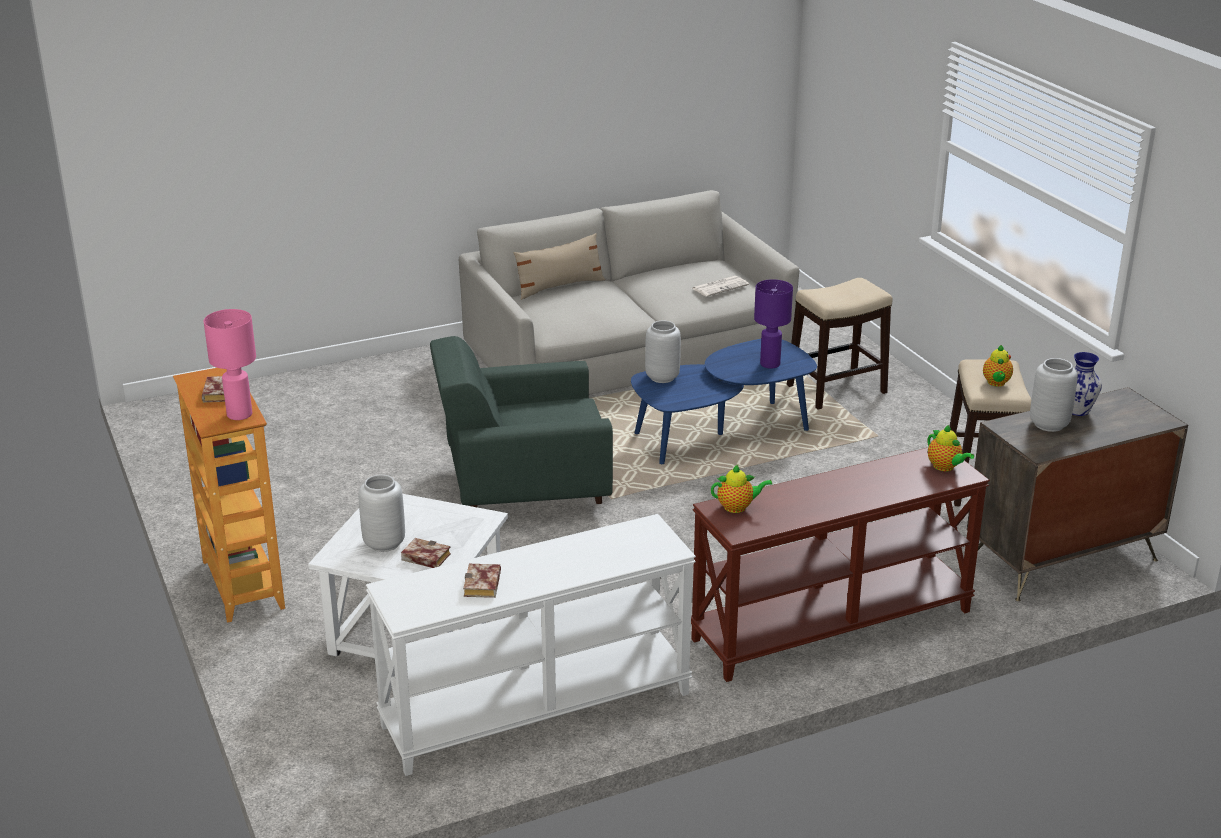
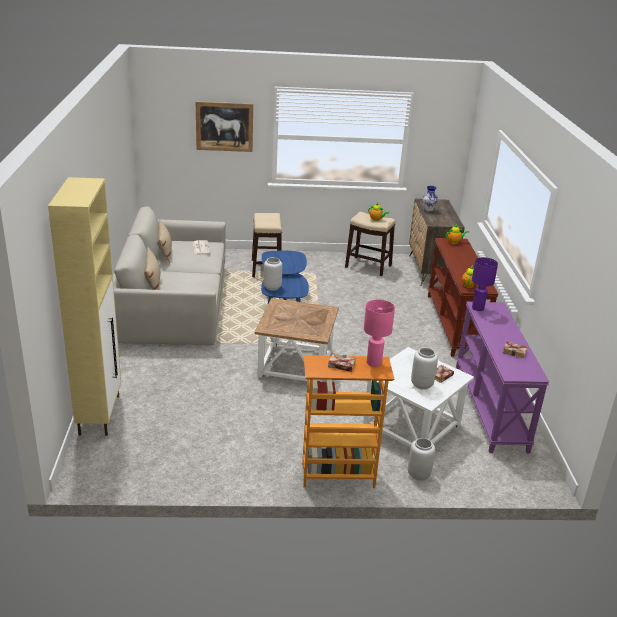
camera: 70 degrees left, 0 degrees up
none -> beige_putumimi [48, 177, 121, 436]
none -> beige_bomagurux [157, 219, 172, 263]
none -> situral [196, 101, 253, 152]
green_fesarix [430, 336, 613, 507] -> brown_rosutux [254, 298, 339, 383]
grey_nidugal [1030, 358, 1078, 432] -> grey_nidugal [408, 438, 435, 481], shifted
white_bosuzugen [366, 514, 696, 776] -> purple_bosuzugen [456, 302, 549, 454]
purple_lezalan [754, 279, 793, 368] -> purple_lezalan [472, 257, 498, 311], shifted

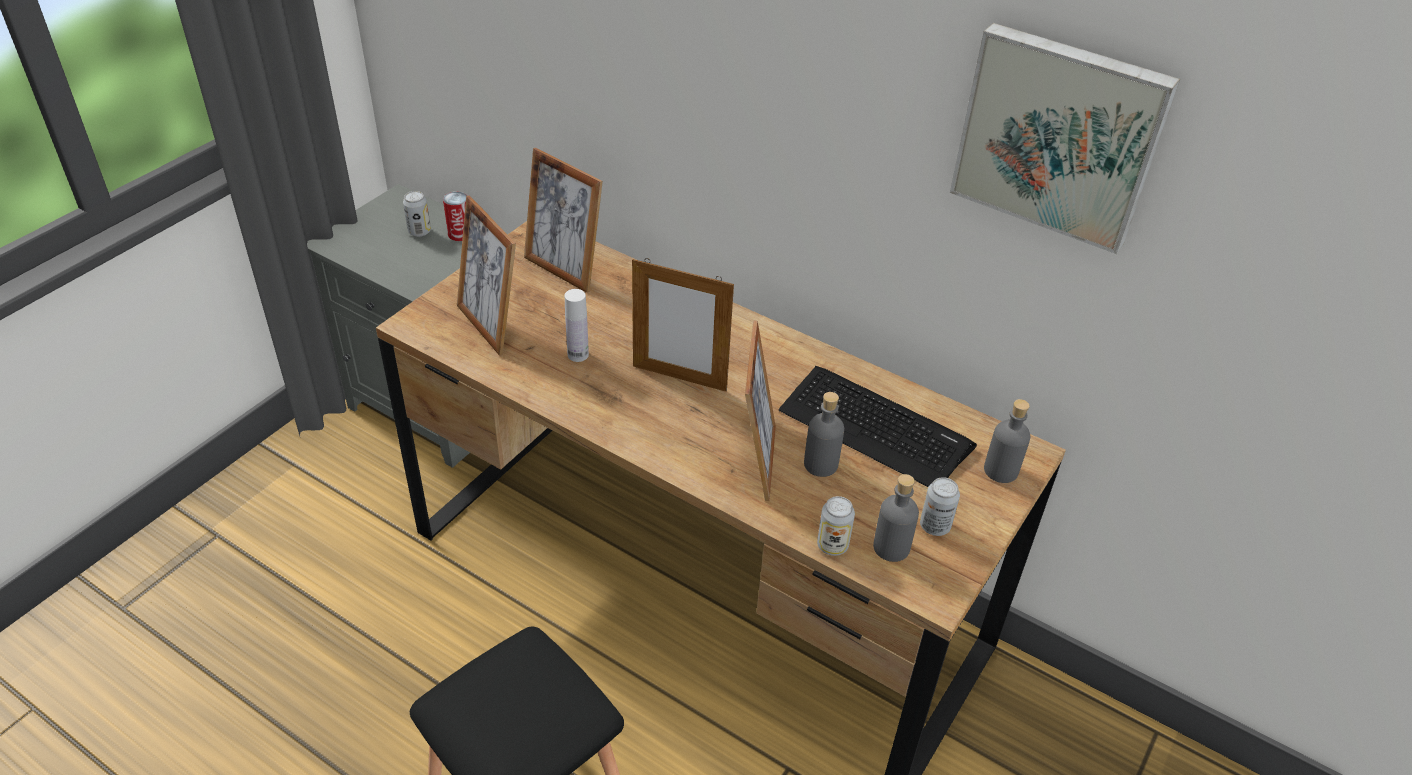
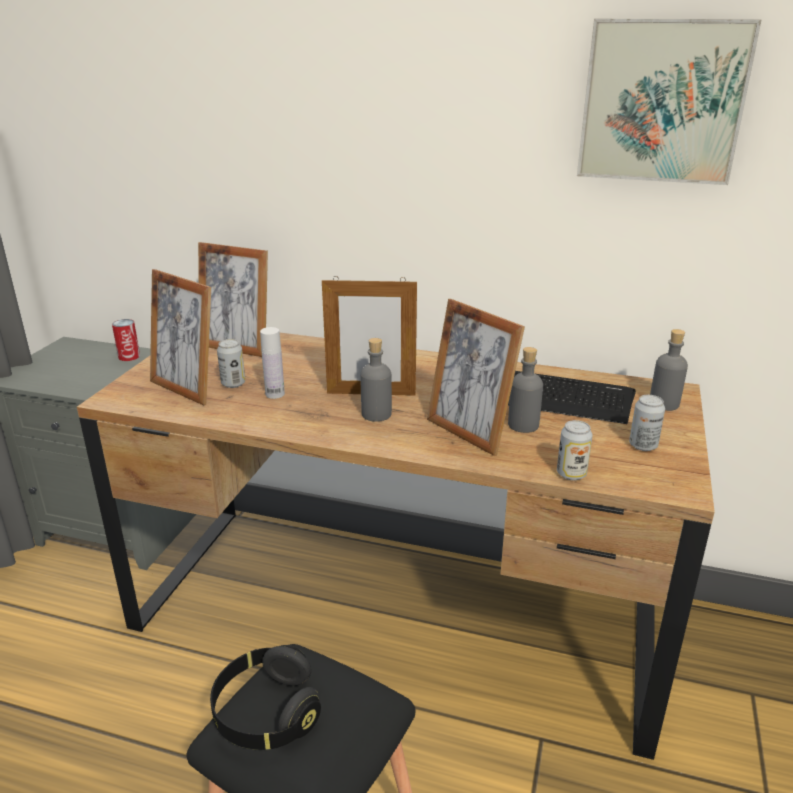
camera: 15 degrees left, 15 degrees down
none -> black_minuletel [210, 645, 321, 750]
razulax [403, 191, 431, 237] -> razulax [217, 339, 245, 388], shifted
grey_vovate [873, 474, 919, 562] -> grey_vovate [360, 338, 392, 422], shifted
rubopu [745, 321, 776, 501] -> rubopu [427, 299, 525, 456], 150 degrees clockwise

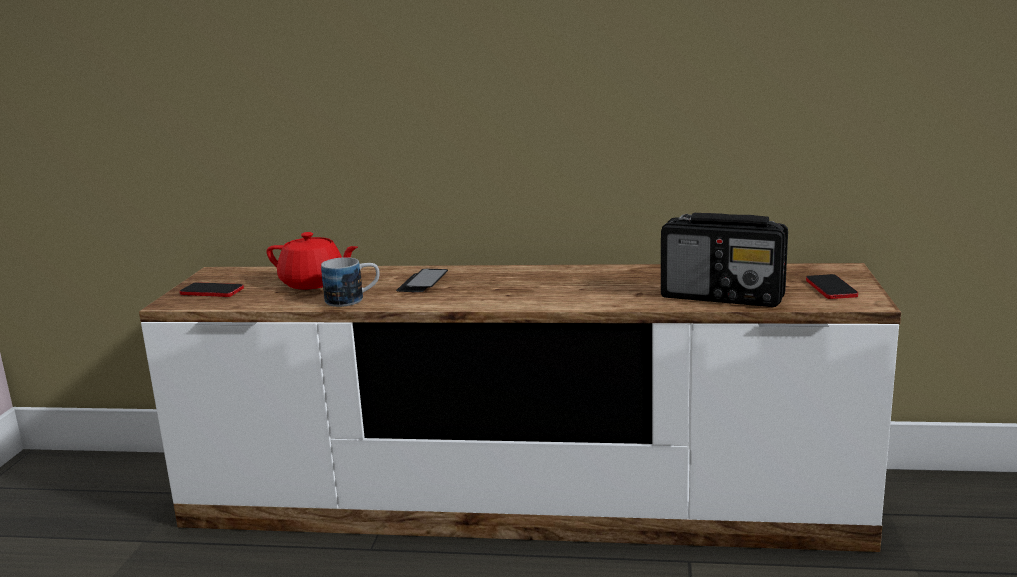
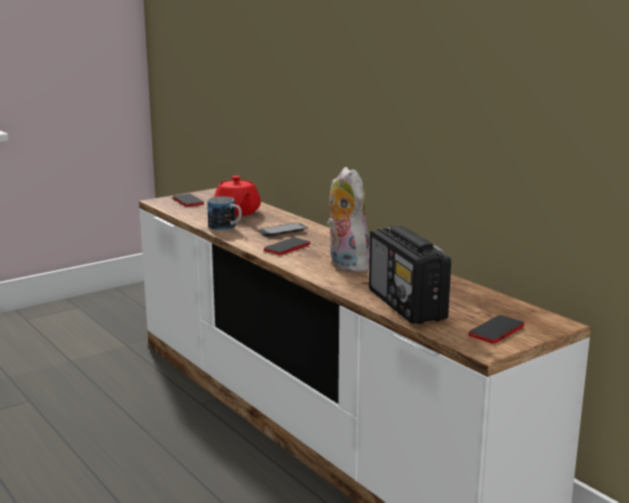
camera: 45 degrees right, 0 degrees up
none -> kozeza [264, 237, 310, 255]
none -> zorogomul [326, 167, 370, 272]

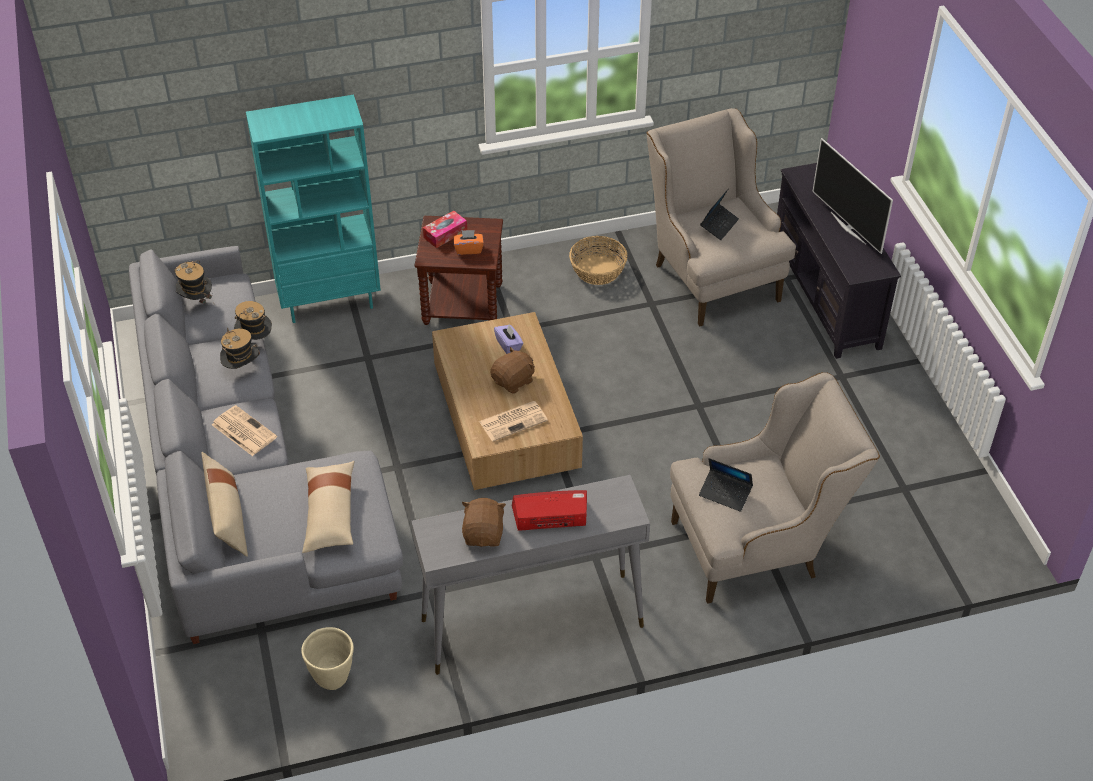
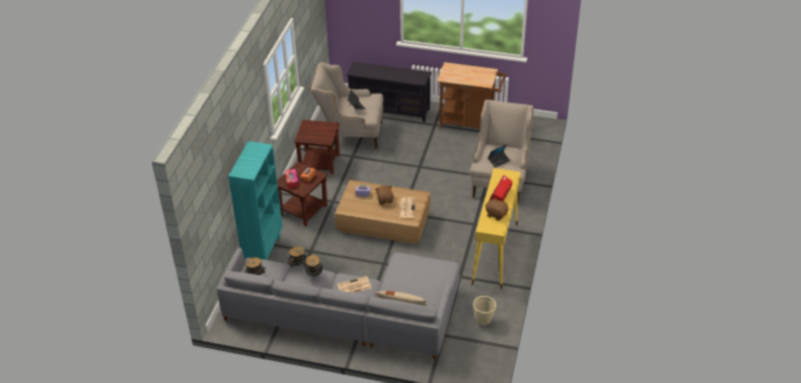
camera: 60 degrees left, 5 degrees down
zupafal [569, 236, 627, 285] -> brown_rosutux [294, 120, 340, 175]
none -> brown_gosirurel [437, 62, 506, 129]
grey_bosuzugen [411, 475, 650, 675] -> yellow_bosuzugen [472, 168, 521, 290]
beige_bomagurux [302, 461, 354, 553] -> none
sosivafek [812, 138, 893, 254] -> none

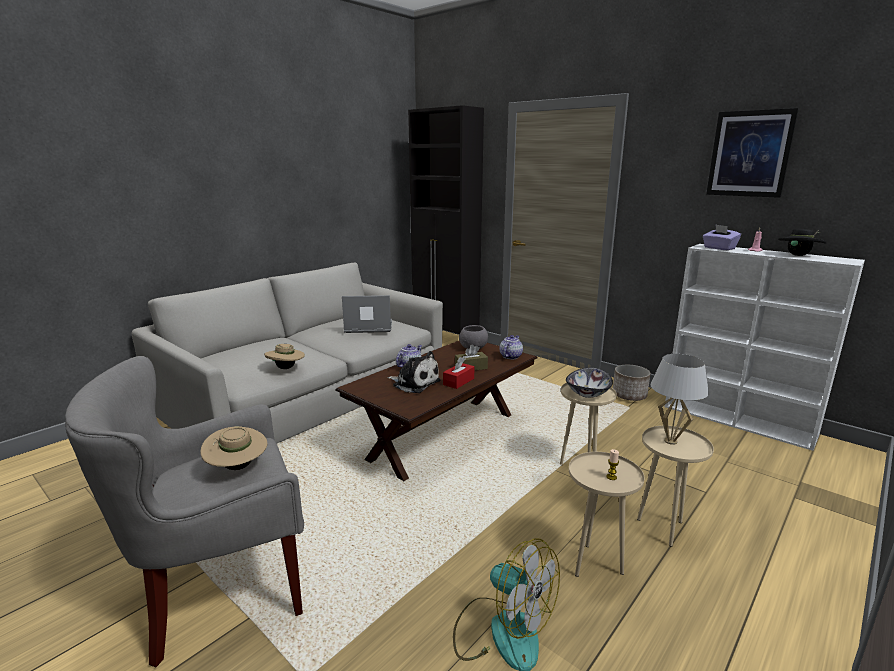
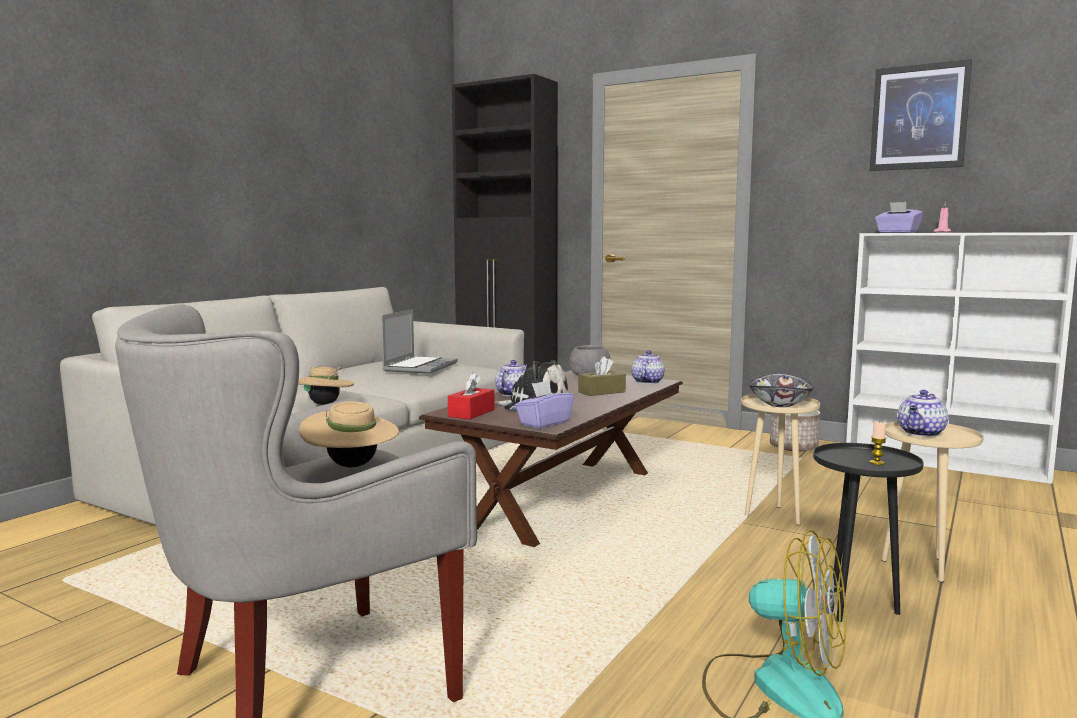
camera: 10 degrees left, 10 degrees down
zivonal [342, 295, 392, 333] -> zivonal [381, 309, 458, 374], 120 degrees clockwise
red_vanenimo [443, 357, 474, 389] -> red_vanenimo [448, 373, 494, 419], shifted
none -> purple_vanenimo [515, 380, 574, 429]
beige_rosutux [569, 452, 644, 577] -> black_rosutux [813, 443, 924, 622]
white_lezalan [651, 354, 709, 445] -> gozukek [898, 390, 948, 437]
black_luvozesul [778, 229, 827, 256] -> none

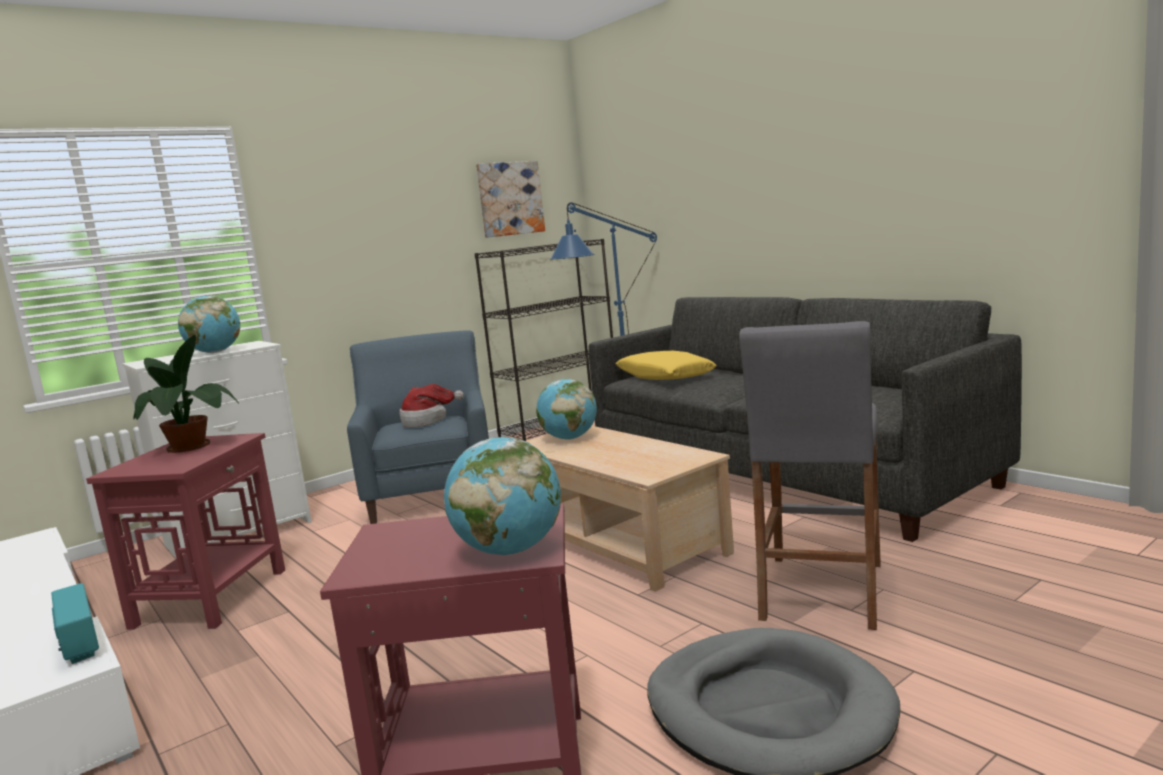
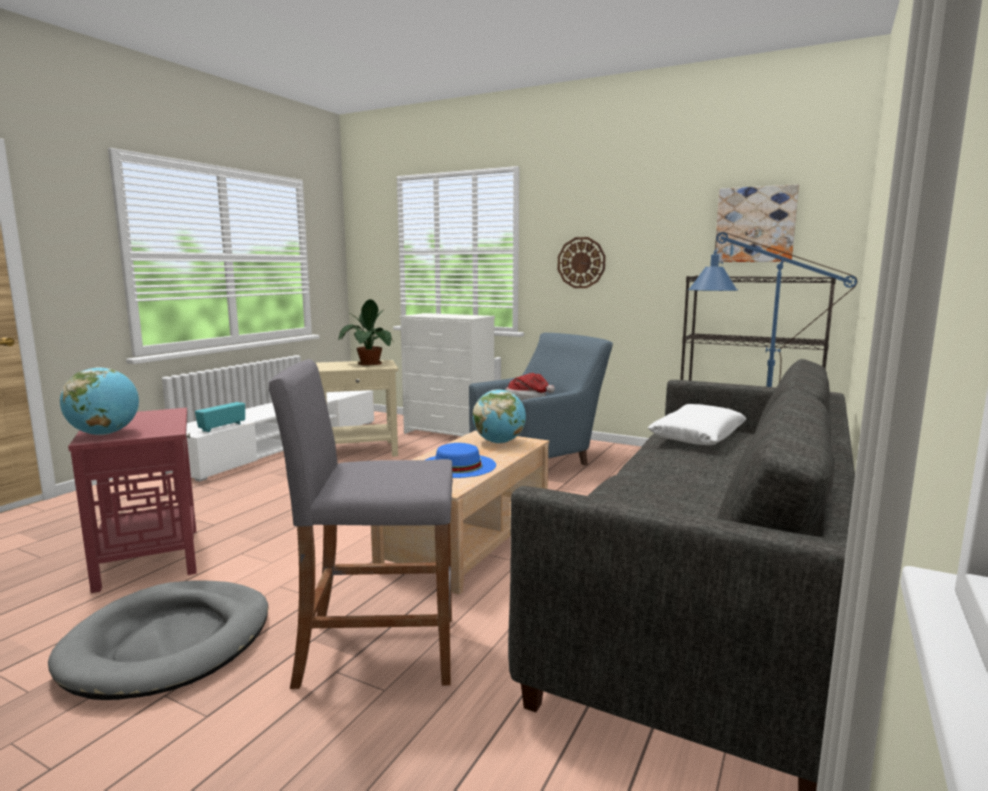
camera: 65 degrees right, 0 degrees up
red_rosutux [86, 433, 285, 630] -> beige_rosutux [316, 360, 398, 457]
none -> blue_luvozesul [425, 443, 496, 478]
none -> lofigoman [558, 237, 606, 288]
yellow_bomagurux [616, 351, 717, 380] -> white_bomagurux [648, 404, 746, 445]
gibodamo [178, 296, 240, 353] -> none

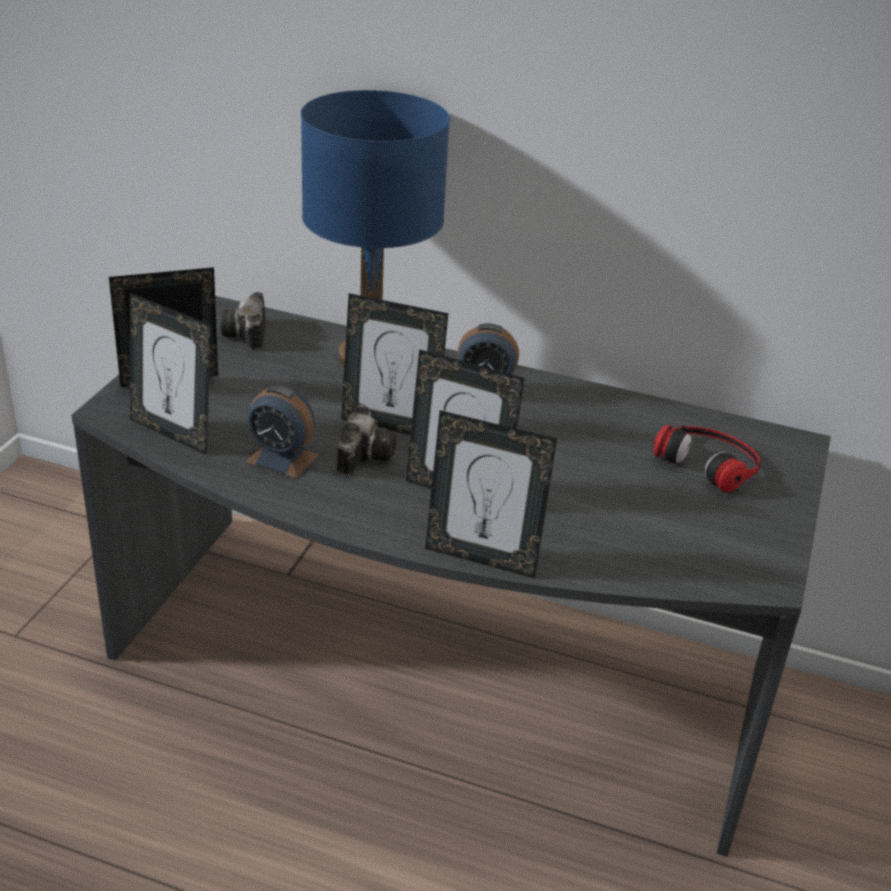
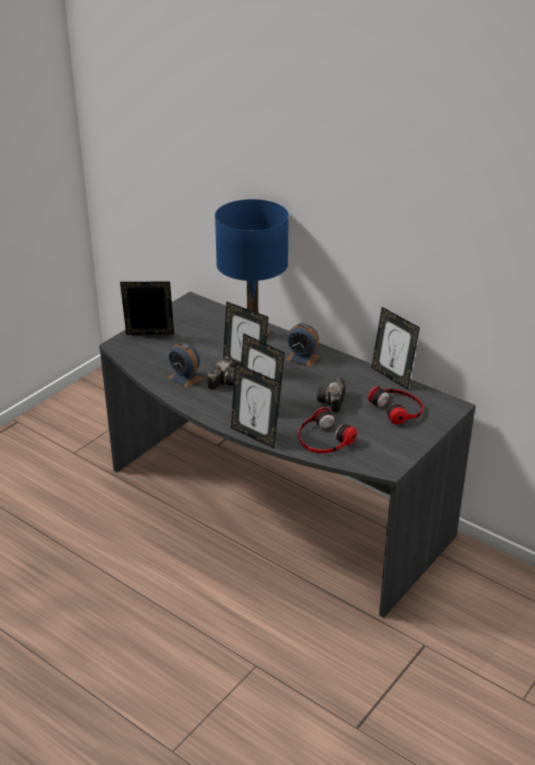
camera: 20 degrees right, 0 degrees up
none -> minuletel [298, 407, 357, 453]
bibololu [220, 292, 266, 349] -> bibololu [317, 378, 345, 413], shifted
rubopu [130, 293, 211, 455] -> rubopu [371, 307, 420, 390], shifted

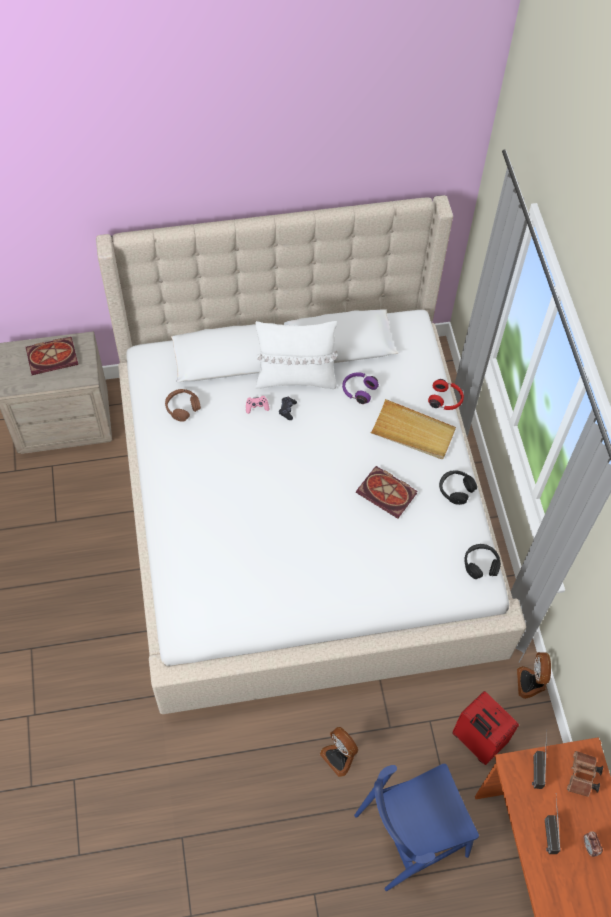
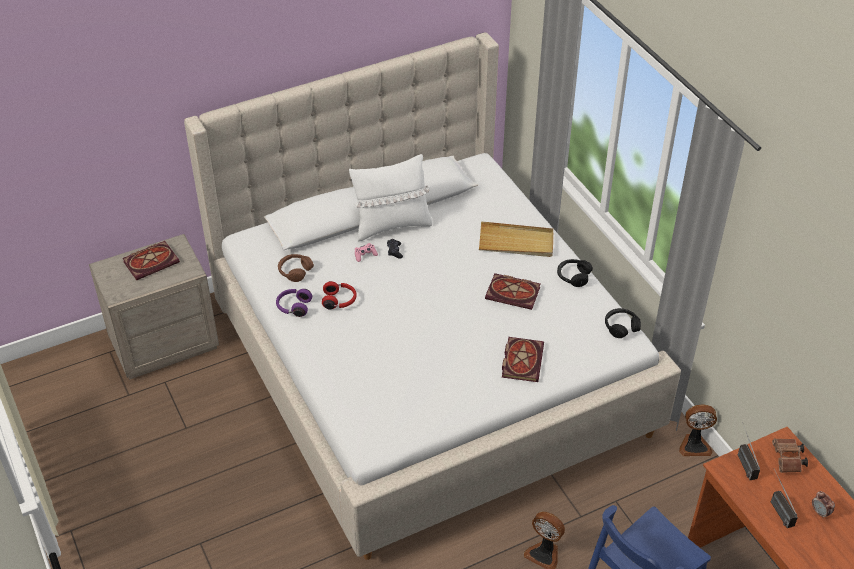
camera: 15 degrees left, 15 degrees down
purple_minuletel [342, 372, 379, 404] -> purple_minuletel [276, 289, 312, 317], shifted
red_minuletel [428, 379, 464, 410] -> red_minuletel [322, 281, 357, 310], shifted
none -> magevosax [502, 337, 544, 382]
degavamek [517, 652, 551, 699] -> degavamek [679, 404, 717, 456], 75 degrees counterclockwise
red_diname [452, 691, 519, 765] -> none

